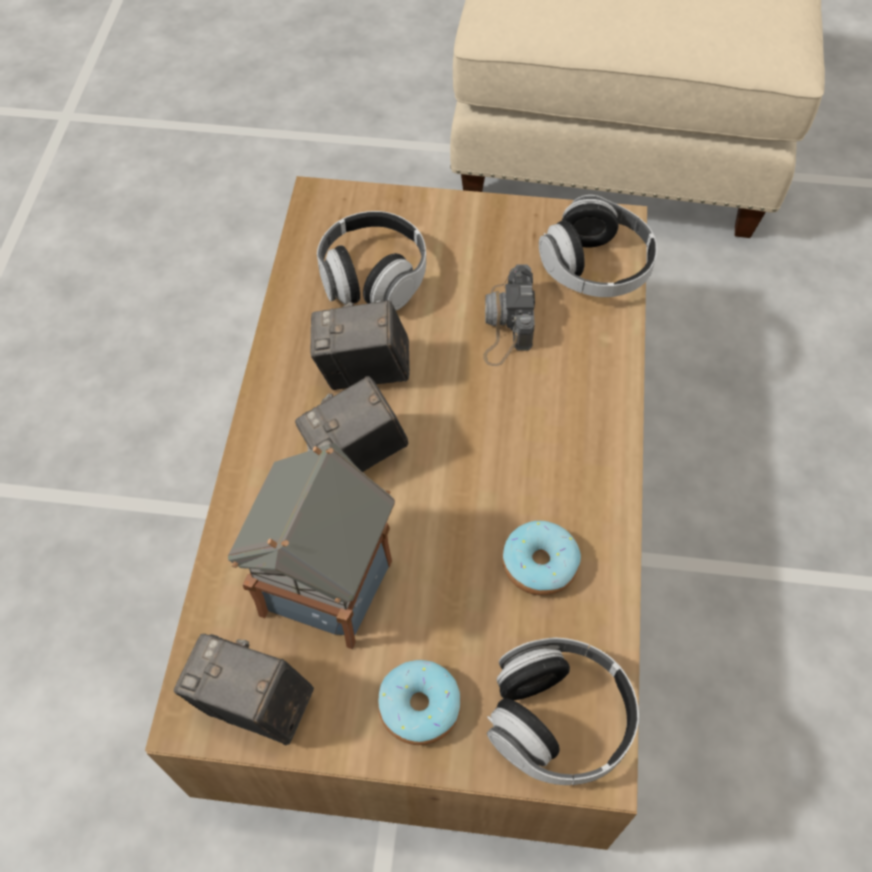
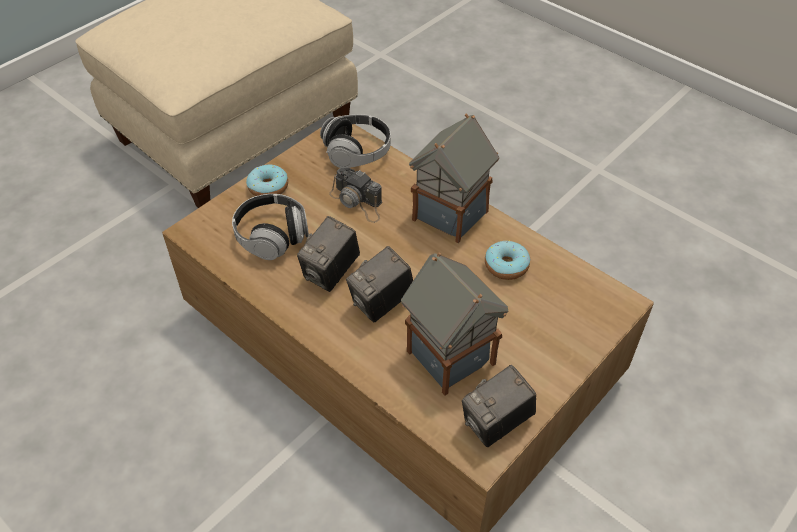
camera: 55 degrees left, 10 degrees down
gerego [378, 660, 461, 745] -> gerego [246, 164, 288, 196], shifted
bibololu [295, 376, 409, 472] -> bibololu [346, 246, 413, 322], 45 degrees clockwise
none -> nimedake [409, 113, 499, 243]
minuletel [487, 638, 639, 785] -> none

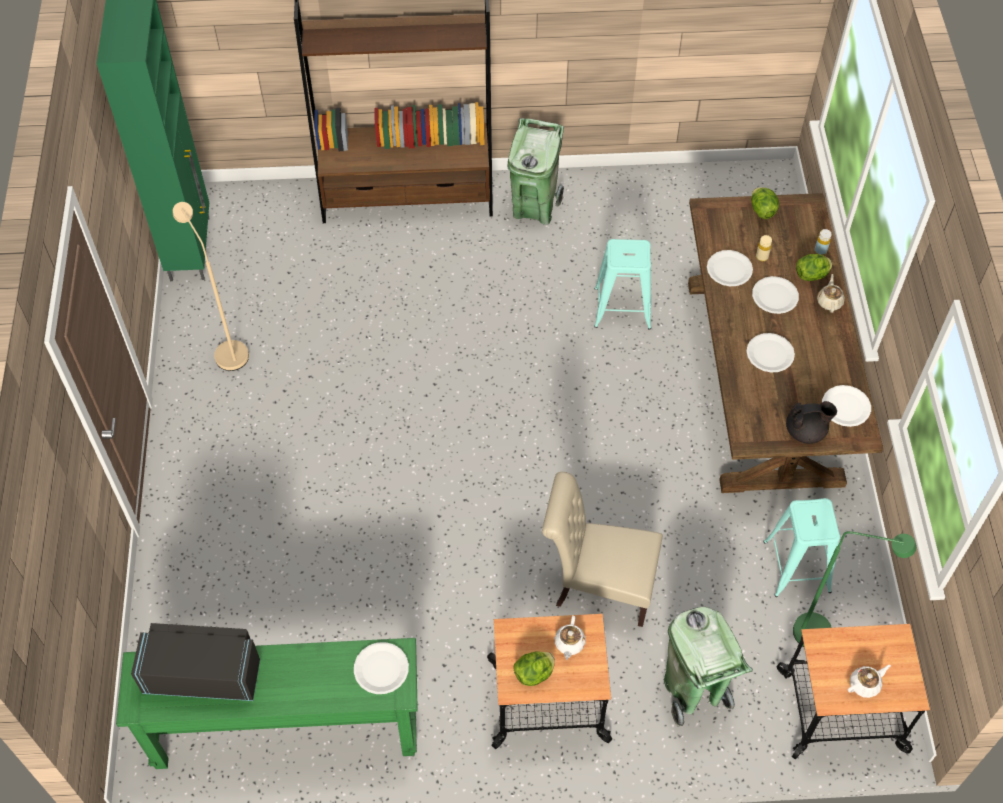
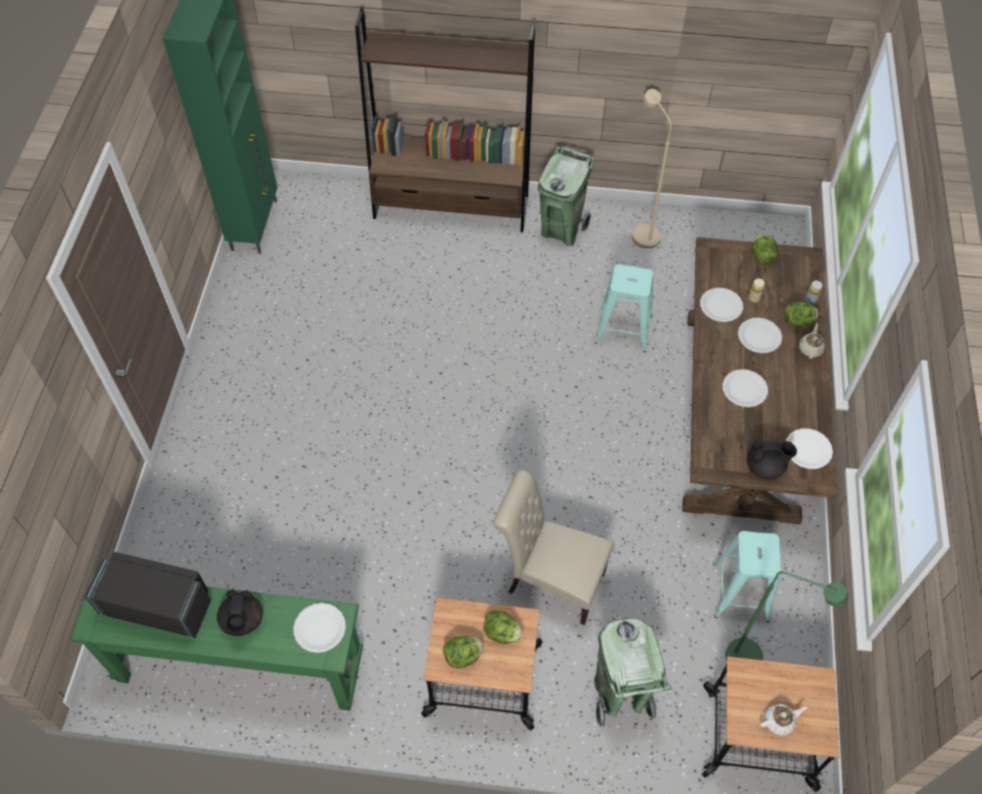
camera: 10 degrees right, 0 degrees up
none -> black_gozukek [217, 589, 263, 636]
white_gozukek [555, 616, 586, 660] -> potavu [484, 610, 523, 644]
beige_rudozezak [173, 202, 249, 371] -> beige_rudozezak [632, 89, 672, 248], shifted

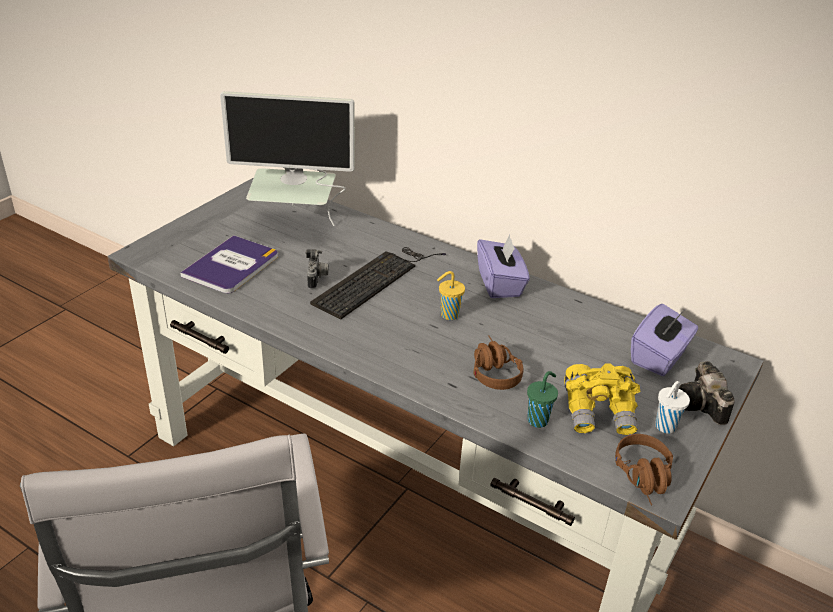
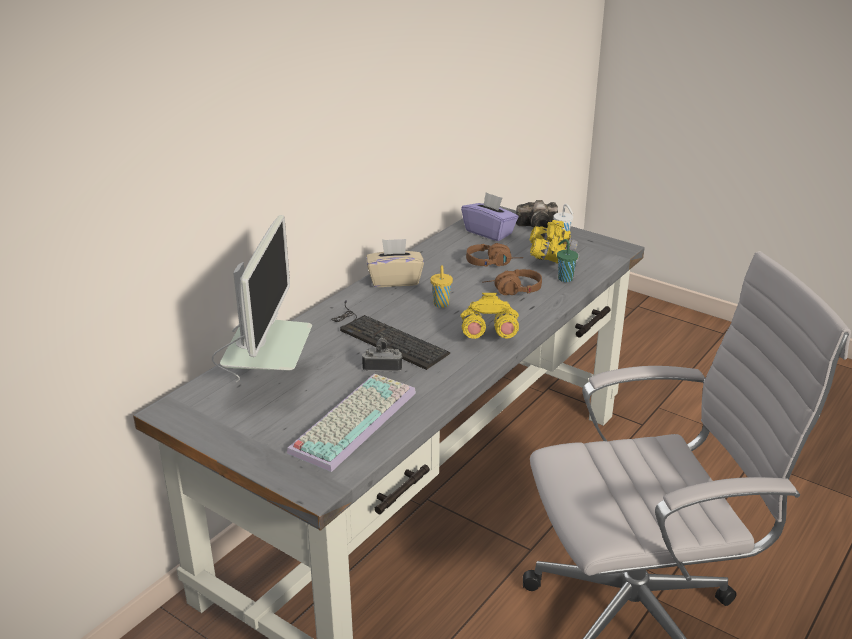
camera: 85 degrees left, 5 degrees down
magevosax [180, 235, 278, 293] -> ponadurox [287, 374, 416, 472]
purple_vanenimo [477, 235, 530, 298] -> beige_vanenimo [366, 239, 424, 287]
none -> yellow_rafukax [460, 293, 519, 339]
brown_minuletel [615, 434, 673, 505] -> brown_minuletel [466, 243, 523, 266], shifted

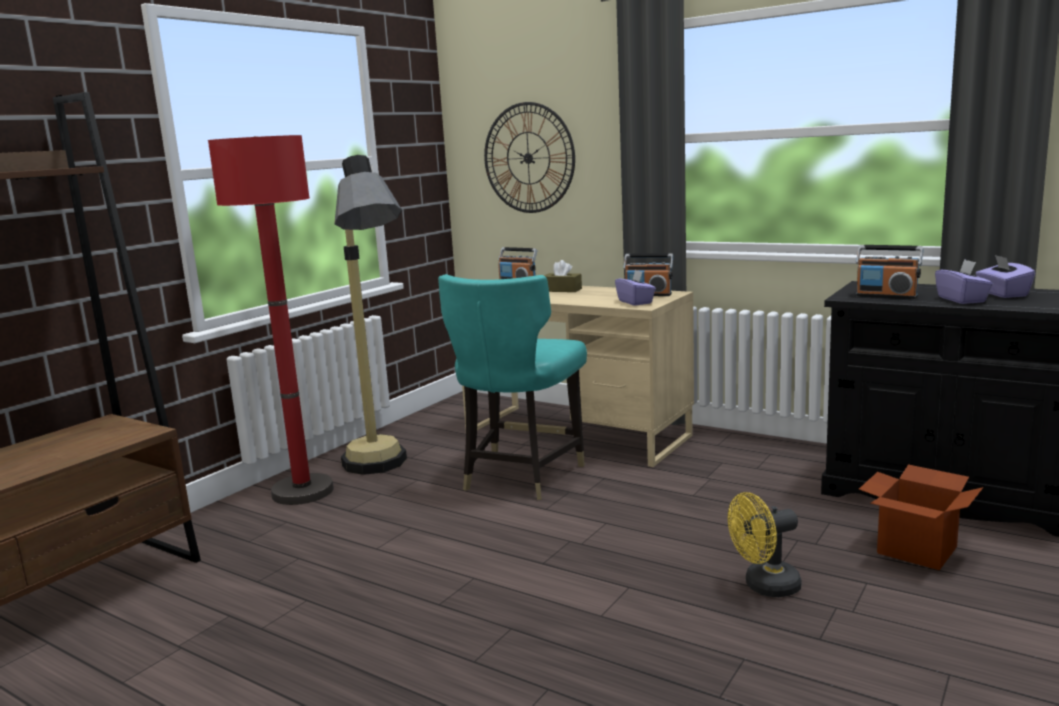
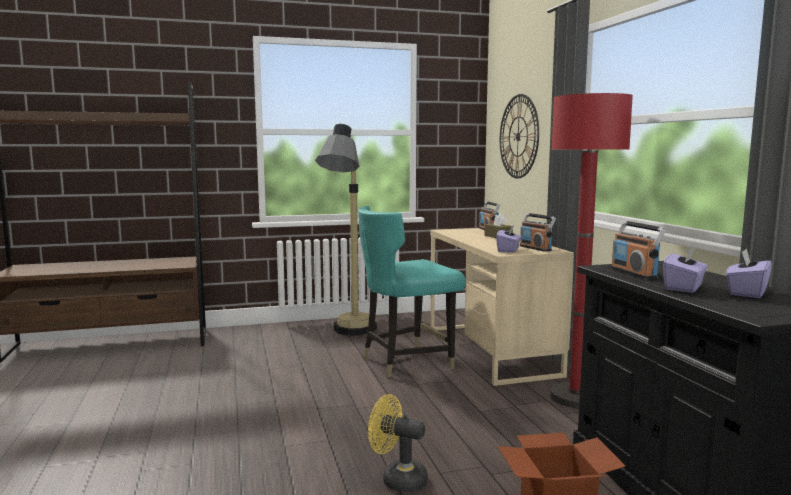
camera: 40 degrees right, 5 degrees down
red_rudozezak [208, 135, 334, 505] -> red_rudozezak [550, 93, 633, 409], shifted

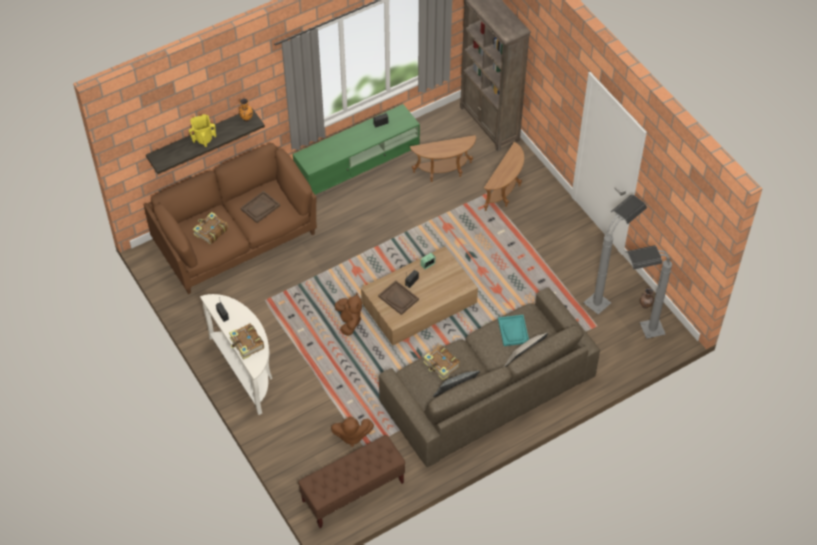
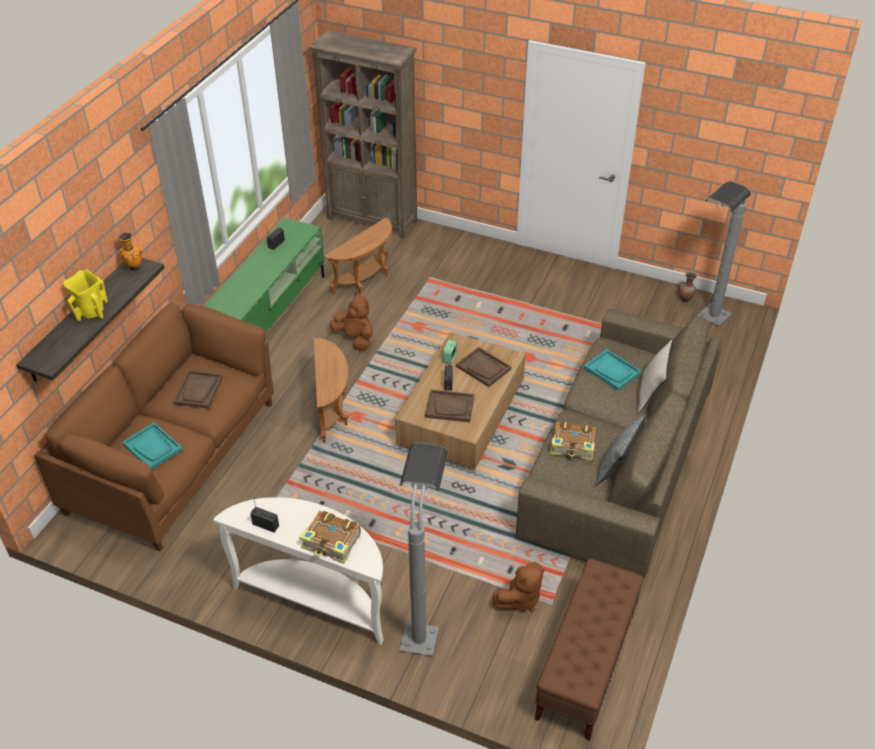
camera: 35 degrees left, 10 degrees down
magevosax [193, 212, 228, 245] -> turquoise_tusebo [122, 423, 182, 469]
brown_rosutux [484, 142, 524, 211] -> brown_rosutux [314, 338, 349, 443], shifted
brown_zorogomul [335, 293, 362, 336] -> brown_zorogomul [330, 292, 373, 351], shifted
grey_rudozezak [583, 195, 647, 314] -> grey_rudozezak [399, 443, 448, 656], shifted
none -> brown_tusebo [456, 347, 511, 387]

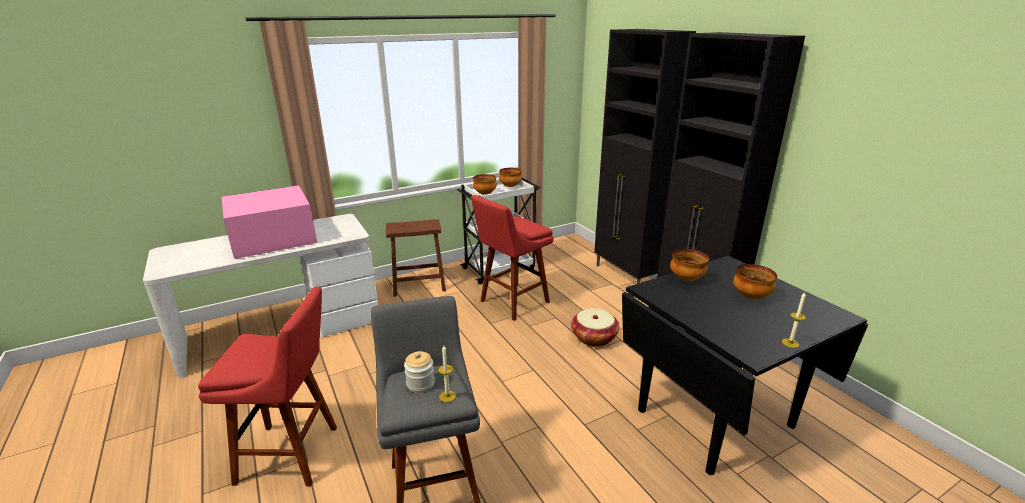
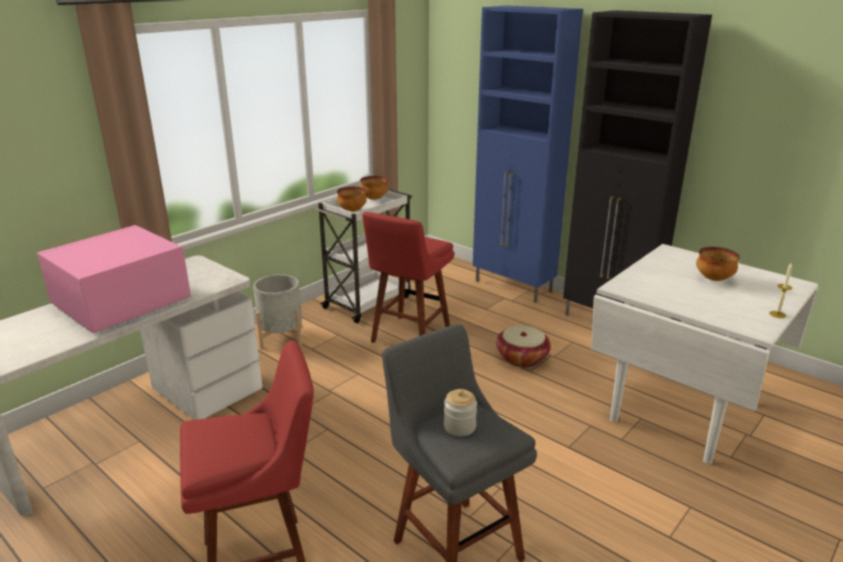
camera: 20 degrees left, 0 degrees up
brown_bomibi [386, 219, 446, 297] -> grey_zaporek [253, 274, 302, 349]
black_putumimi [594, 29, 696, 284] -> blue_putumimi [473, 6, 583, 303]
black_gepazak [622, 256, 868, 475] -> white_gepazak [591, 244, 818, 464]
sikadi [438, 346, 456, 402] -> none
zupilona [670, 249, 709, 281] -> none

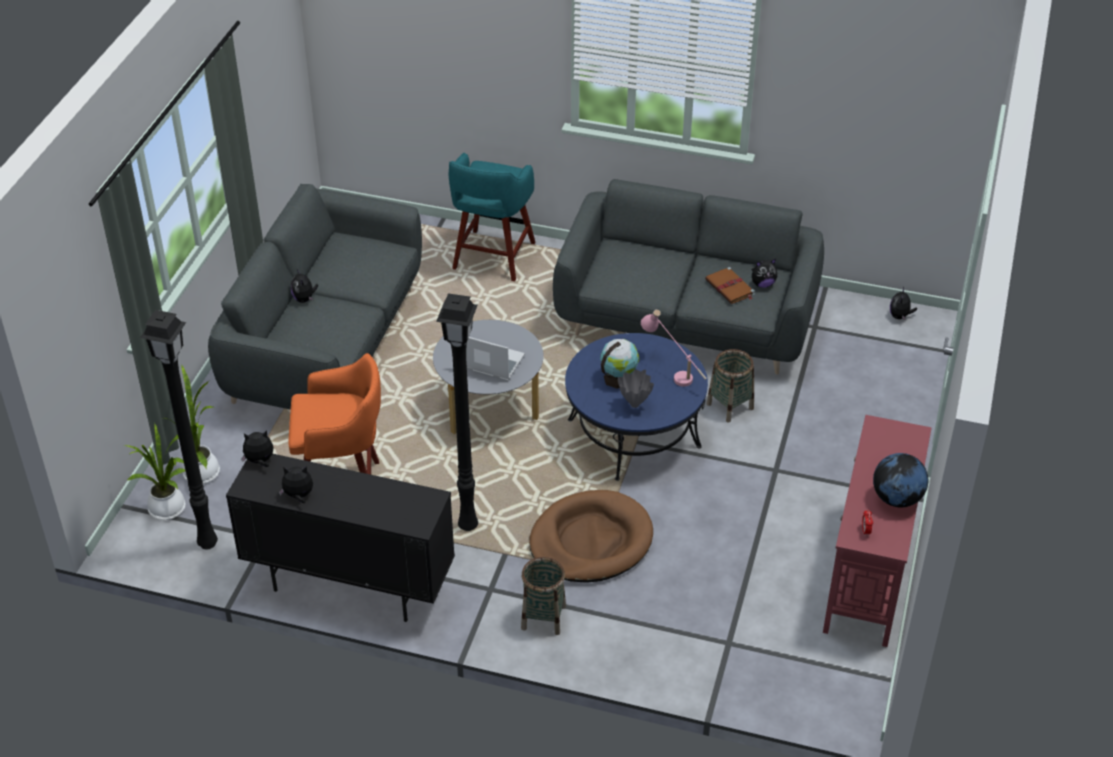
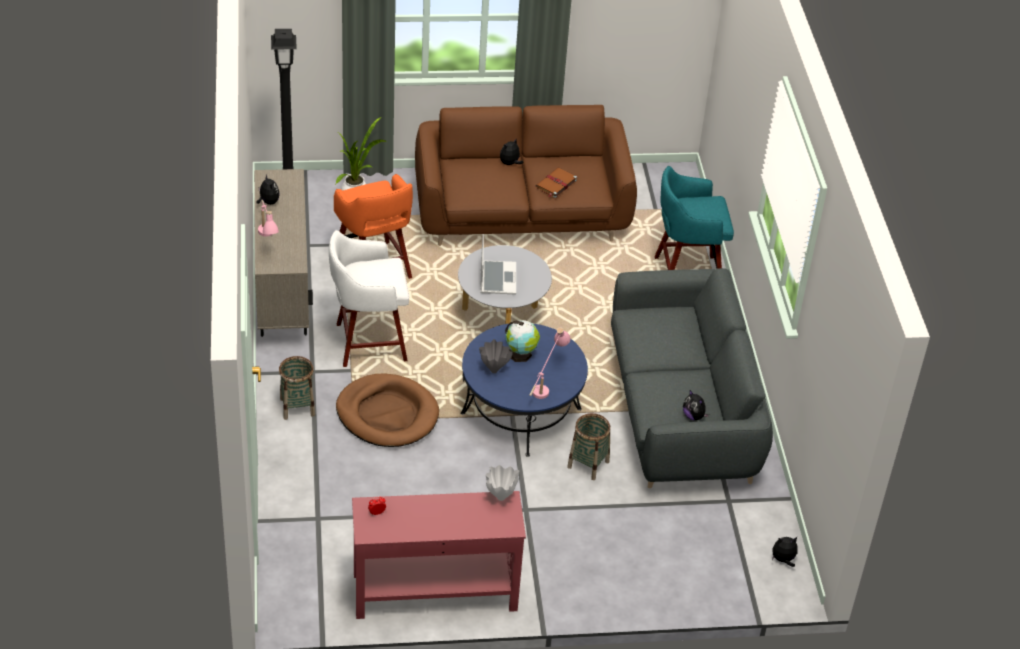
camera: 65 degrees right, 0 degrees up
black_putumimi [226, 454, 455, 622] -> beige_putumimi [254, 169, 313, 337]
none -> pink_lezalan [258, 200, 279, 236]
black_rudozezak [436, 293, 478, 531] -> white_bomibi [329, 230, 409, 367]
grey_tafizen [208, 184, 422, 410] -> brown_tafizen [415, 105, 637, 246]
none -> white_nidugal [486, 465, 519, 501]
brown_magevosax [705, 267, 755, 304] -> brown_magevosax [536, 168, 577, 198], shifted
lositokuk [124, 423, 186, 520] -> none
zorogomul [241, 430, 274, 467] -> none
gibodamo [873, 453, 928, 507] -> none

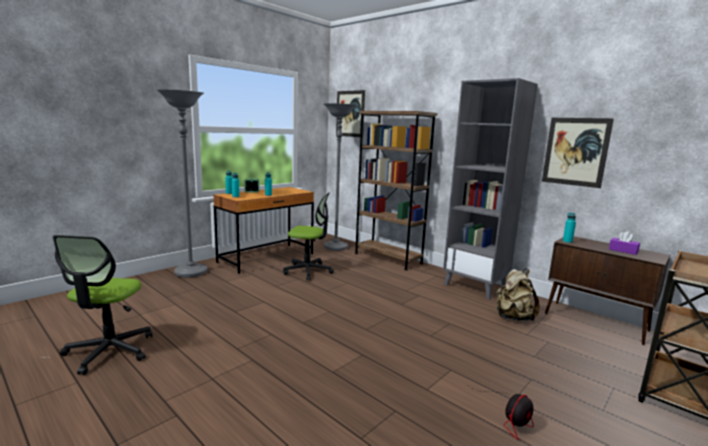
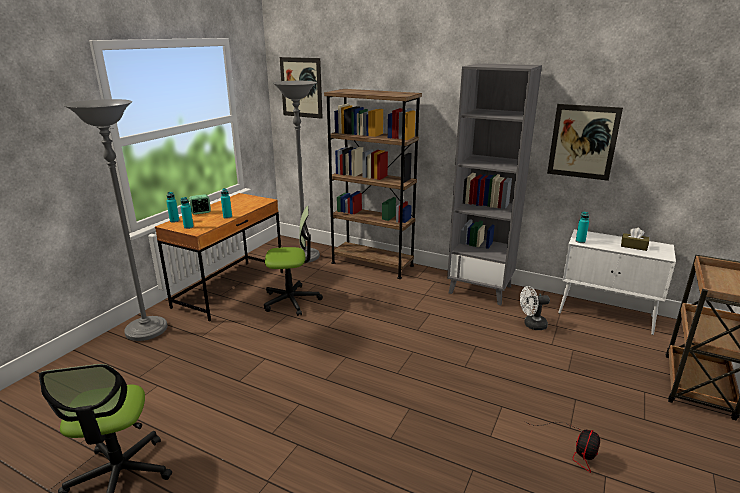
camera: 15 degrees left, 10 degrees up
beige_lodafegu [496, 269, 540, 321] -> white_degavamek [520, 286, 550, 330]
brown_putumimi [545, 237, 670, 345] -> white_putumimi [558, 229, 676, 335]
purple_vanenimo [609, 231, 640, 255] -> brown_vanenimo [621, 228, 649, 251]

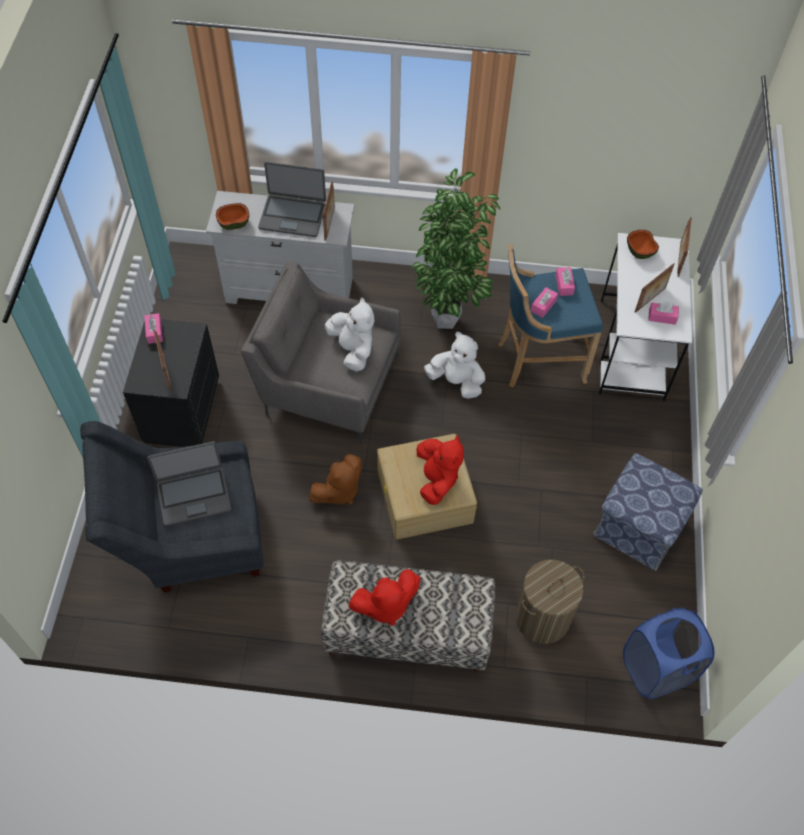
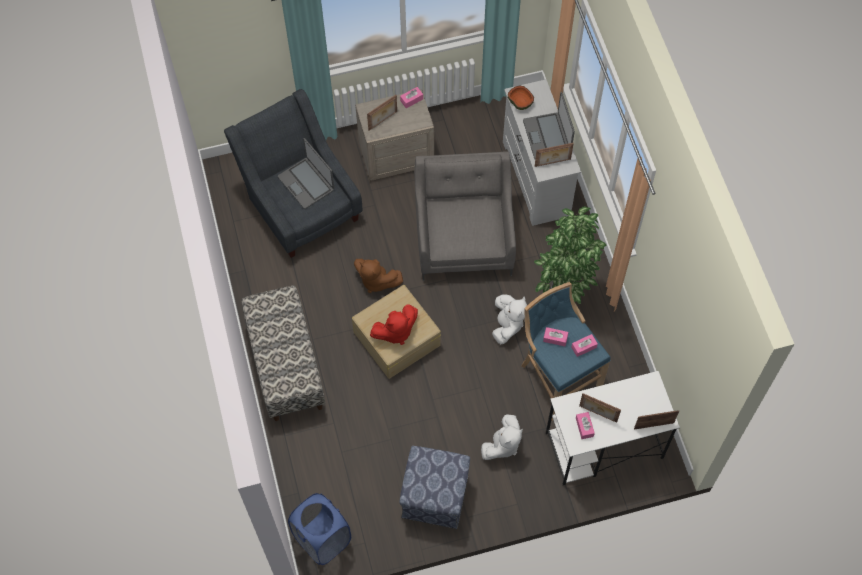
camera: 70 degrees right, 5 degrees up
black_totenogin [123, 319, 219, 447] -> beige_totenogin [355, 89, 434, 181]
white_zorogomul [325, 297, 374, 371] -> white_zorogomul [481, 414, 523, 460], shifted
red_zorogomul [349, 569, 421, 626] -> none
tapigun [515, 560, 584, 644] -> none
zupilona [627, 230, 659, 259] -> none

